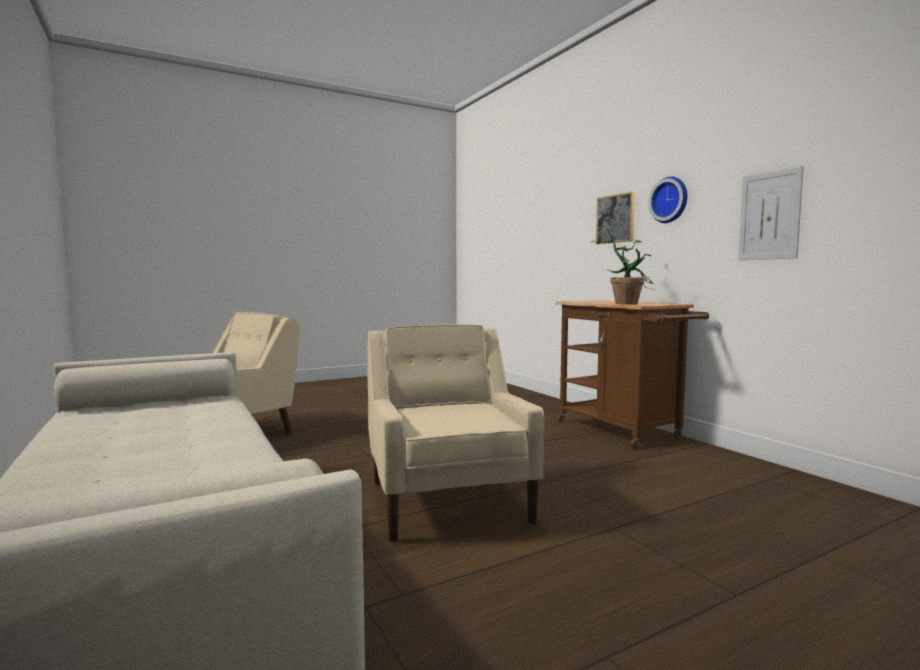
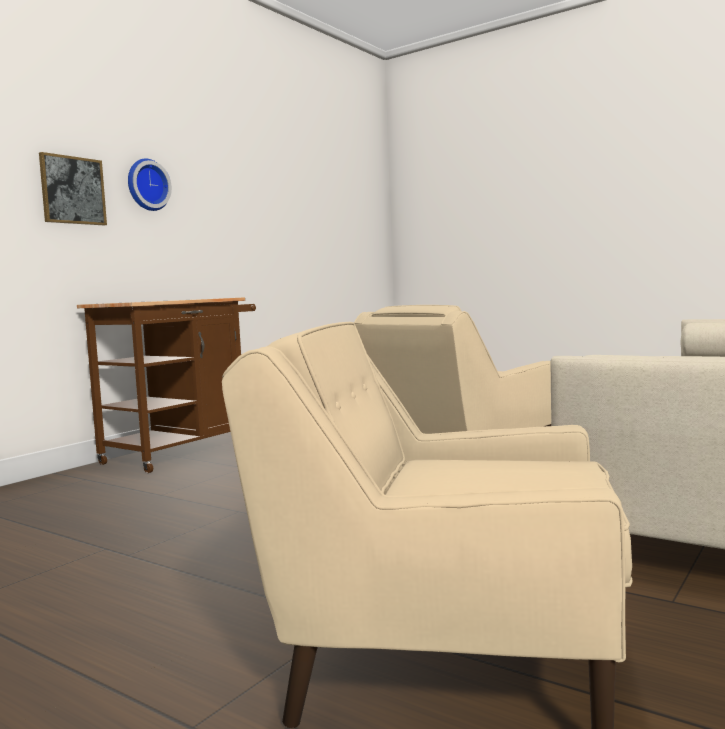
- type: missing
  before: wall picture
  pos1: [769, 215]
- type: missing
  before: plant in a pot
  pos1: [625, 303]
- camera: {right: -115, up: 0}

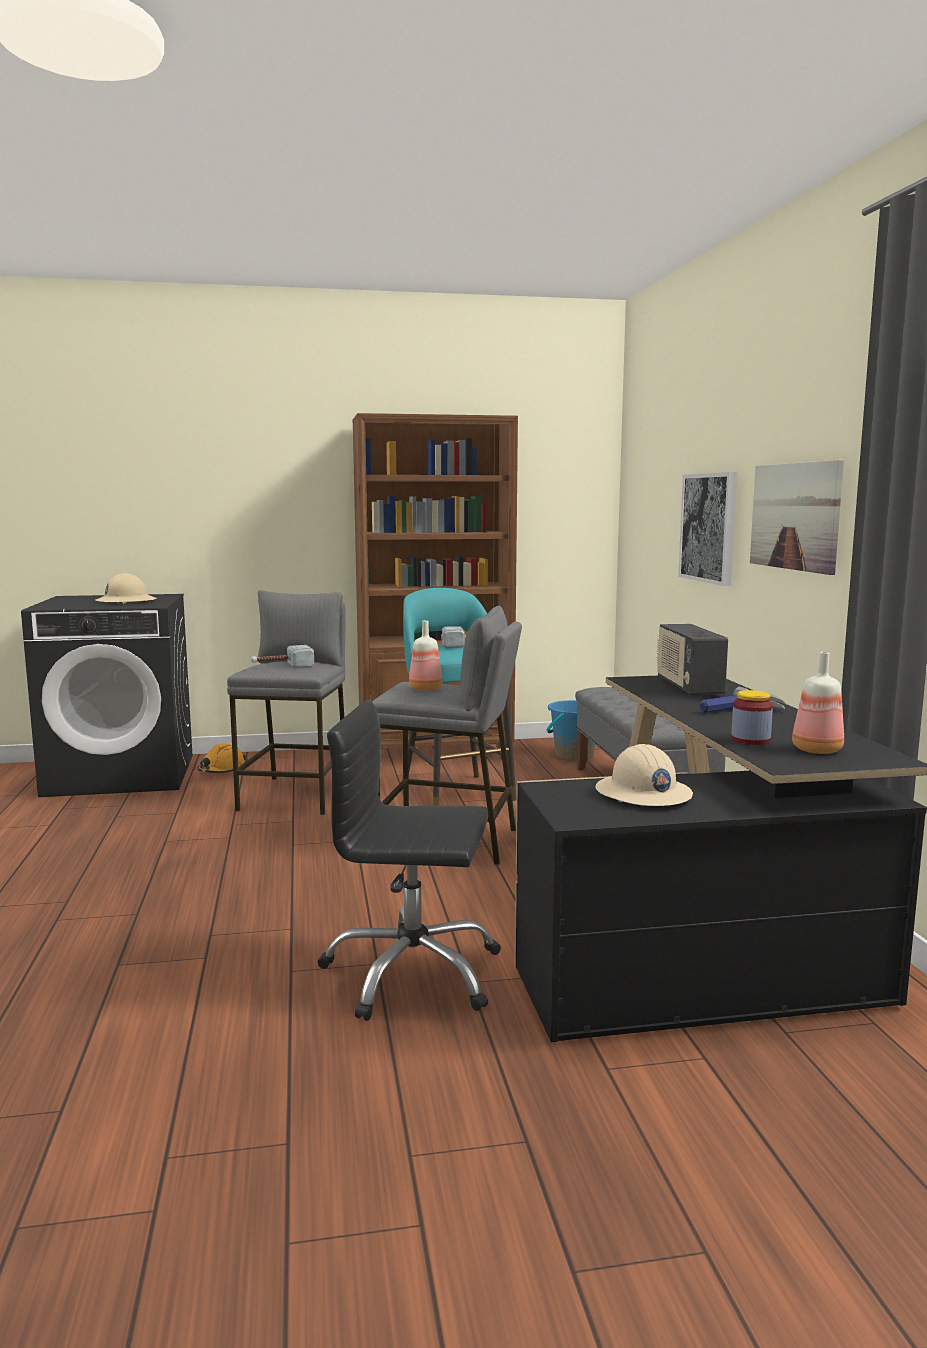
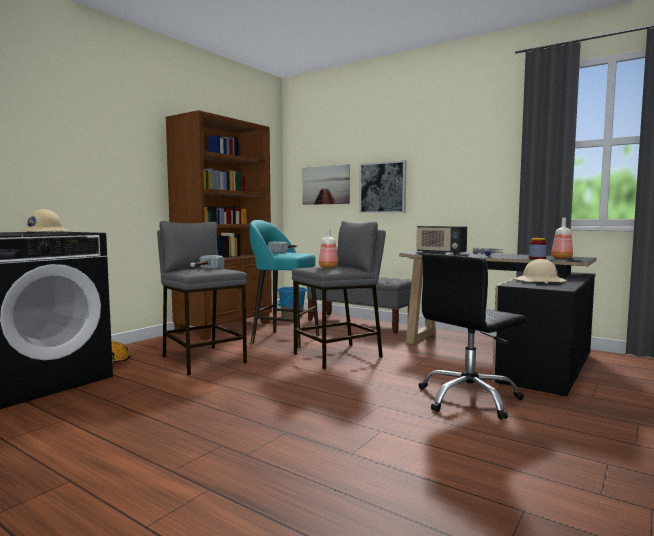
- type: relocated
  before: wall picture
  pos1: [794, 516]
  pos2: [325, 185]
- camera: {right: -45, up: -5}

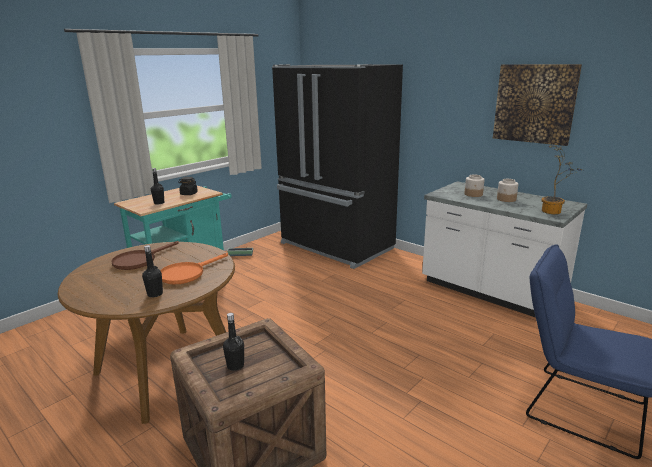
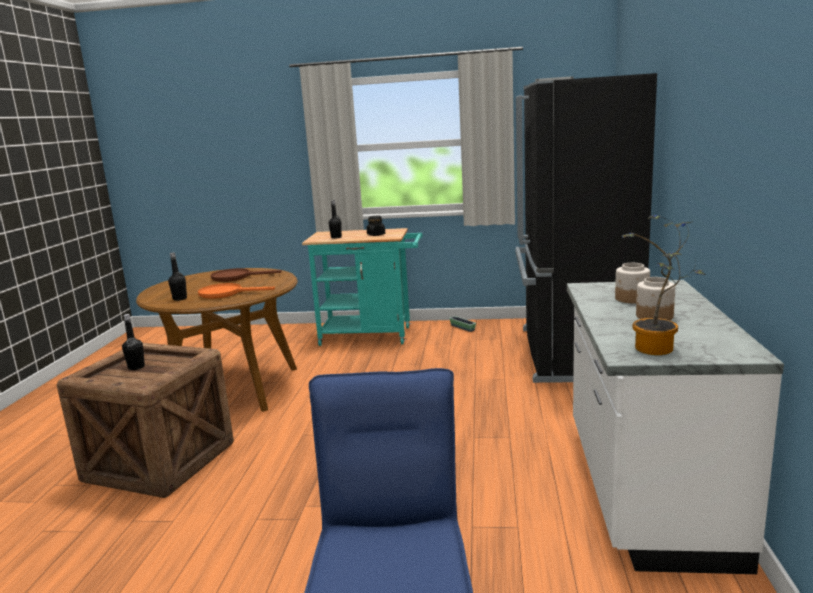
- type: missing
  before: wall picture
  pos1: [534, 104]
- camera: {right: 55, up: -5}

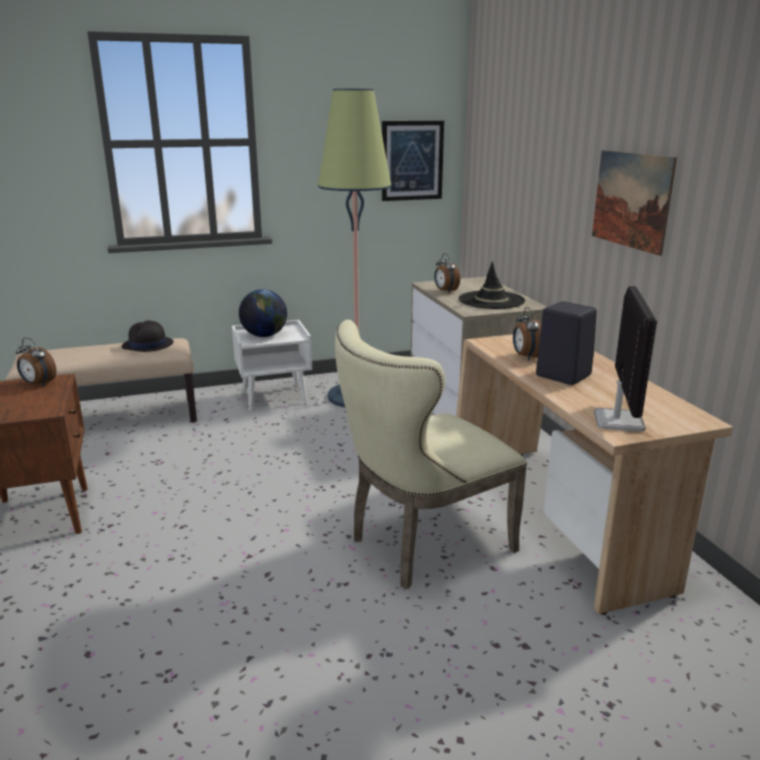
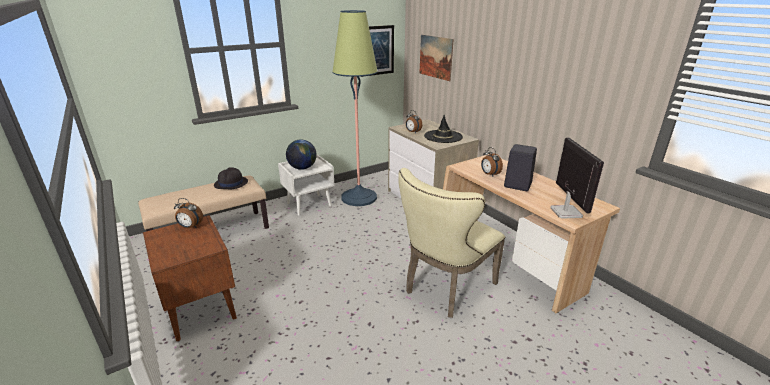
- type: relocated
  before: wall picture
  pos1: [631, 200]
  pos2: [435, 57]
- camera: {right: -15, up: 5}

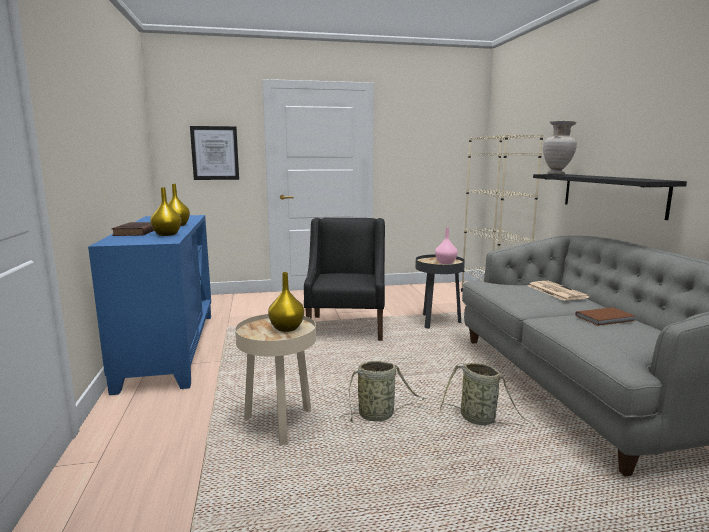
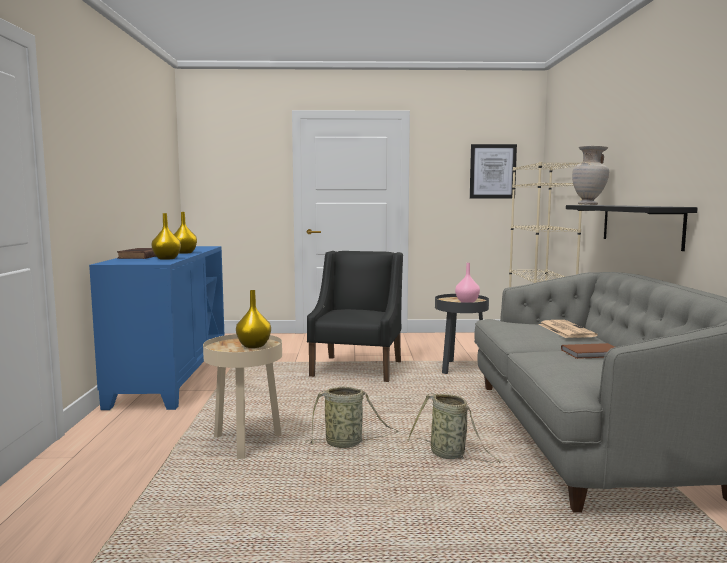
- type: relocated
  before: wall picture
  pos1: [215, 153]
  pos2: [492, 171]
- camera: {right: 10, up: -5}

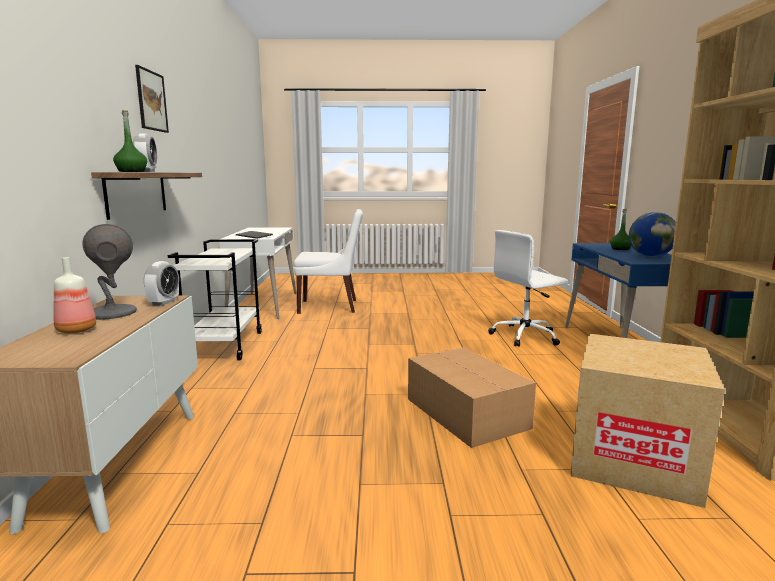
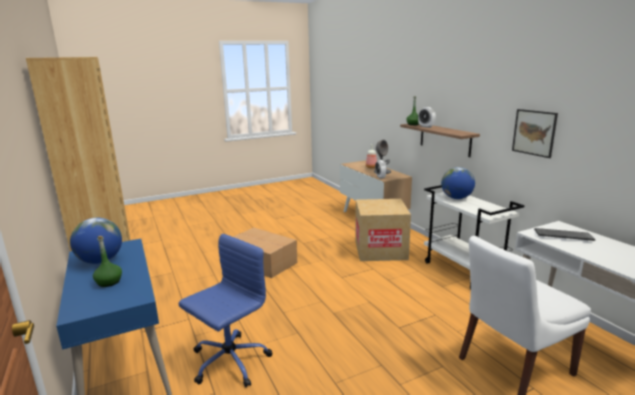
- type: relocated
  before: wall picture
  pos1: [151, 101]
  pos2: [534, 132]
- type: colour
  before: desk chair (whitish)
  after: desk chair (blue-coloured)
  pos1: [525, 336]
  pos2: [229, 362]
- type: relocated
  before: cardboard box
  pos1: [633, 460]
  pos2: [380, 250]
- type: appeared
  after: desk globe
  pos2: [456, 198]
- camera: {right: 155, up: 5}

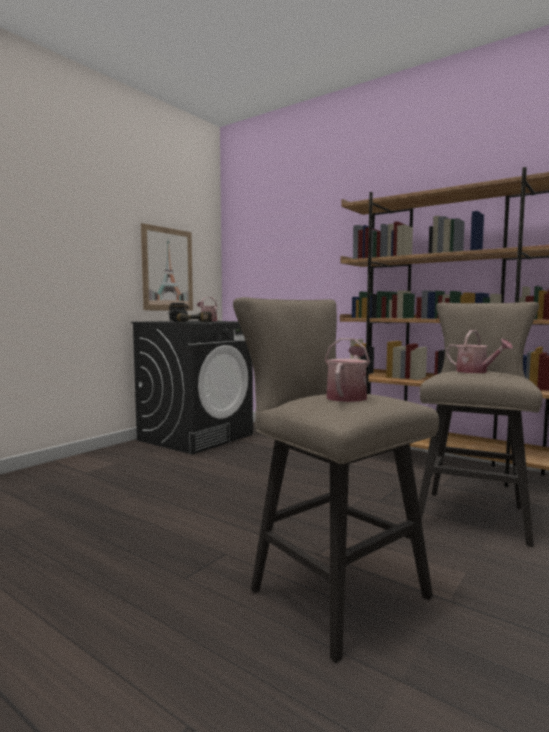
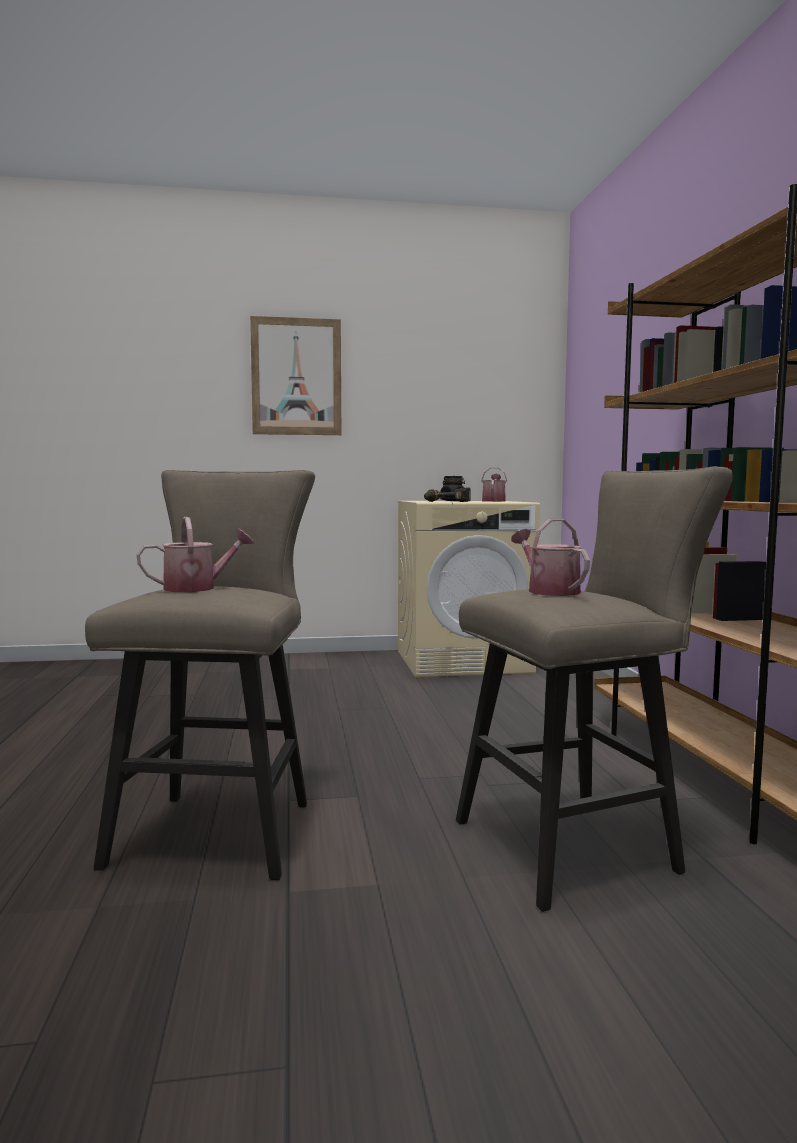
- type: relocated
  before: wall picture
  pos1: [167, 269]
  pos2: [296, 377]
- type: colour
  before: laundry appliance (blackish)
  after: laundry appliance (beige-coloured)
  pos1: [196, 437]
  pos2: [463, 661]
- type: spun
  before: sprinkling can
  pos1: [475, 372]
  pos2: [549, 591]
  turn: 150
- camera: {right: 45, up: 0}

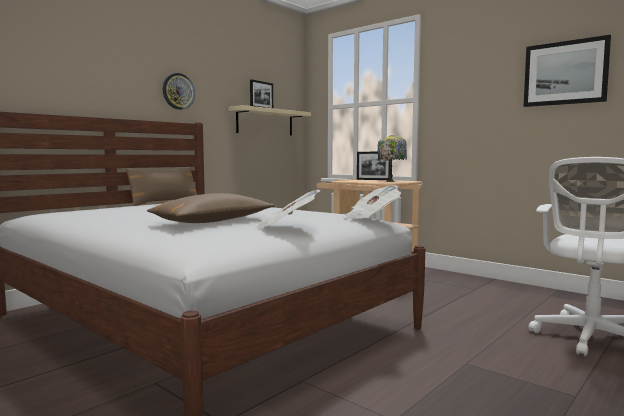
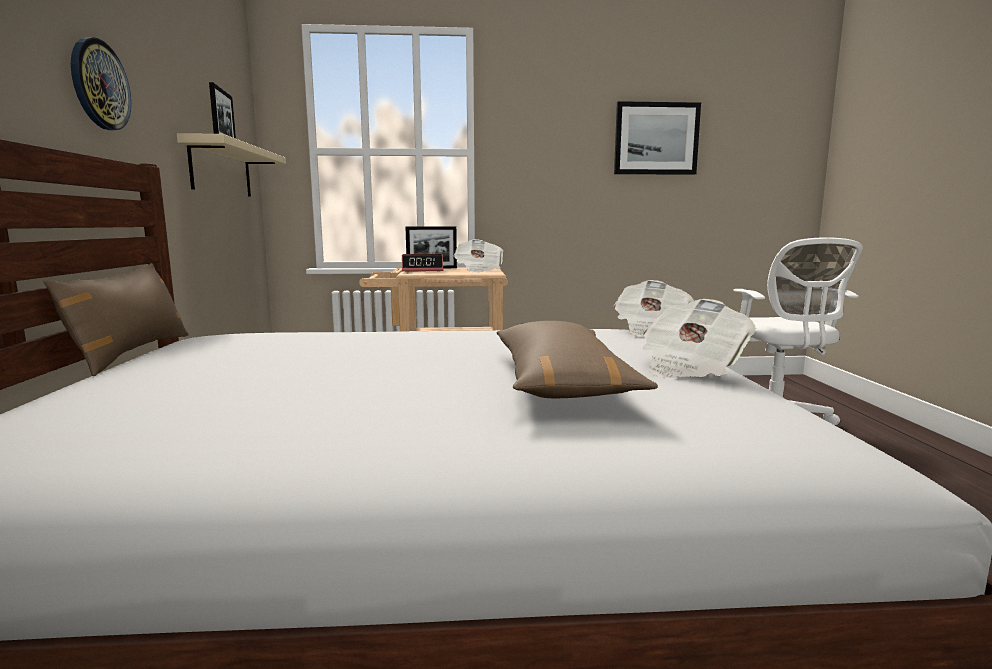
- type: exchanged
  before: table lamp
  after: printed paper
  pos1: [391, 181]
  pos2: [478, 270]
- type: appeared
  after: alarm clock
  pos2: [423, 270]
- camera: {right: -45, up: 5}

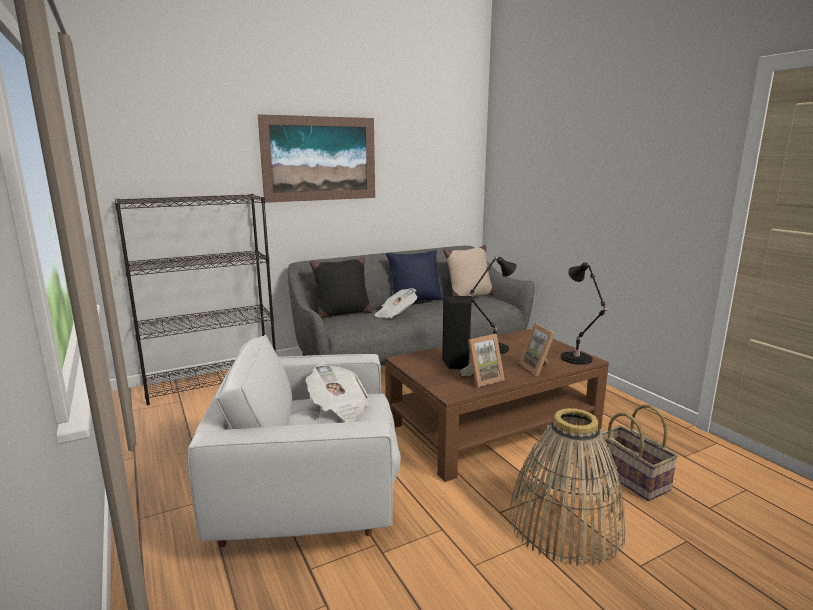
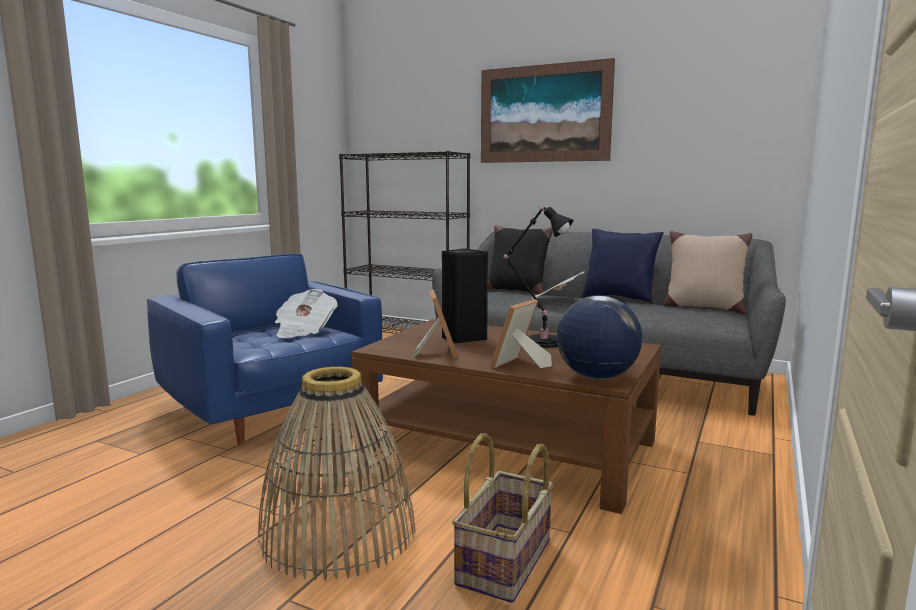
- type: exchanged
  before: table lamp (blackish)
  after: desk globe
  pos1: [578, 359]
  pos2: [596, 377]
- type: spun
  before: picture frame
  pos1: [482, 379]
  pos2: [437, 351]
  turn: -120
- type: colour
  before: armchair (whitish)
  after: armchair (blue-coloured)
  pos1: [310, 498]
  pos2: [273, 410]
- camera: {right: 55, up: -5}

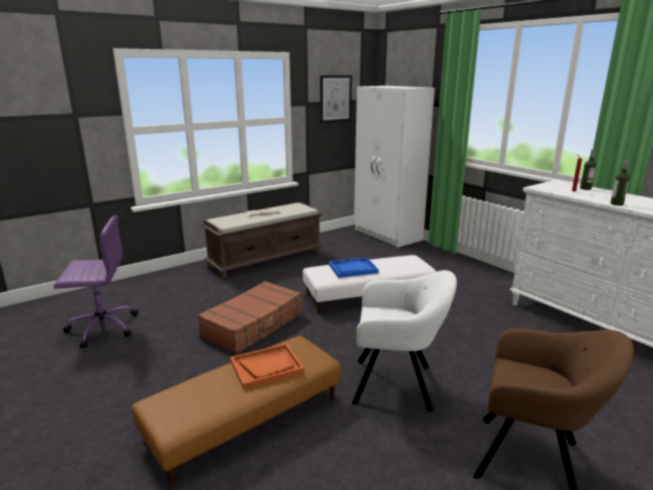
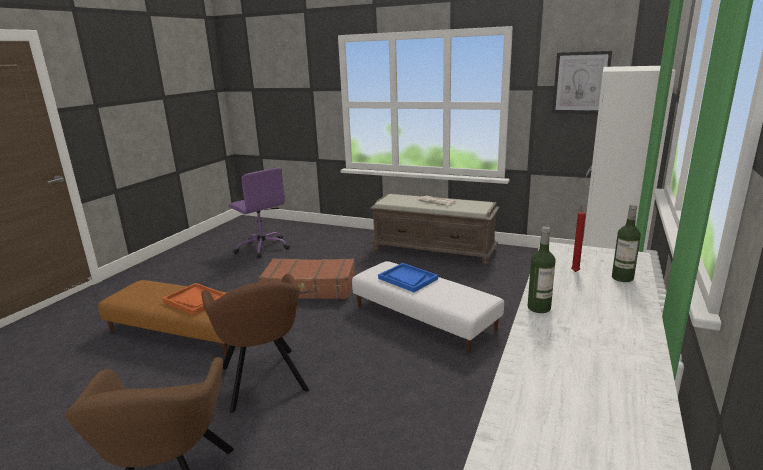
- type: colour
  before: armchair (whitish)
  after: armchair (brown-coloured)
  pos1: [397, 384]
  pos2: [264, 381]
- camera: {right: 60, up: 0}

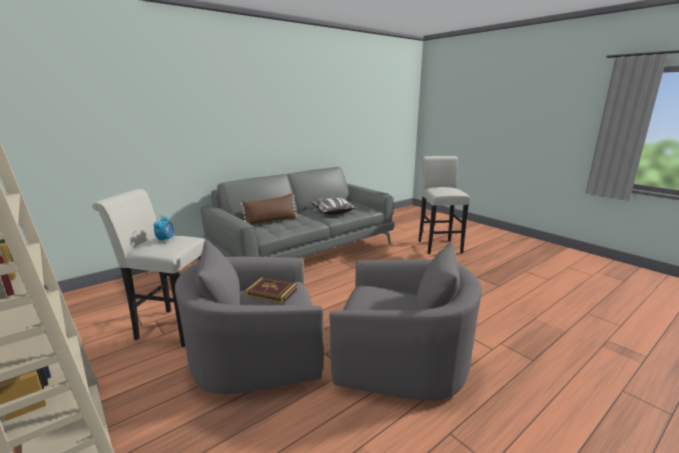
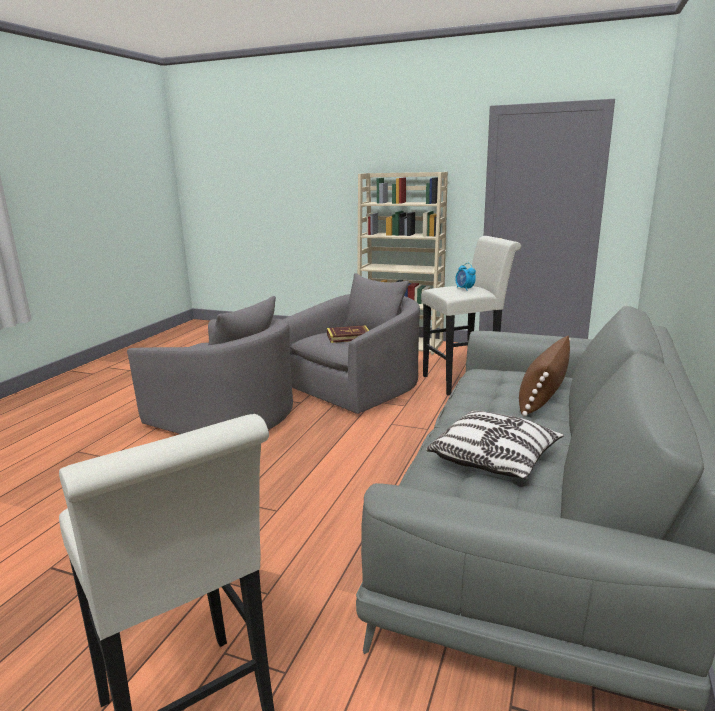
- type: spun
  before: armchair (gray)
  pos1: [400, 359]
  pos2: [225, 416]
  turn: -135
- camera: {right: 150, up: 0}

